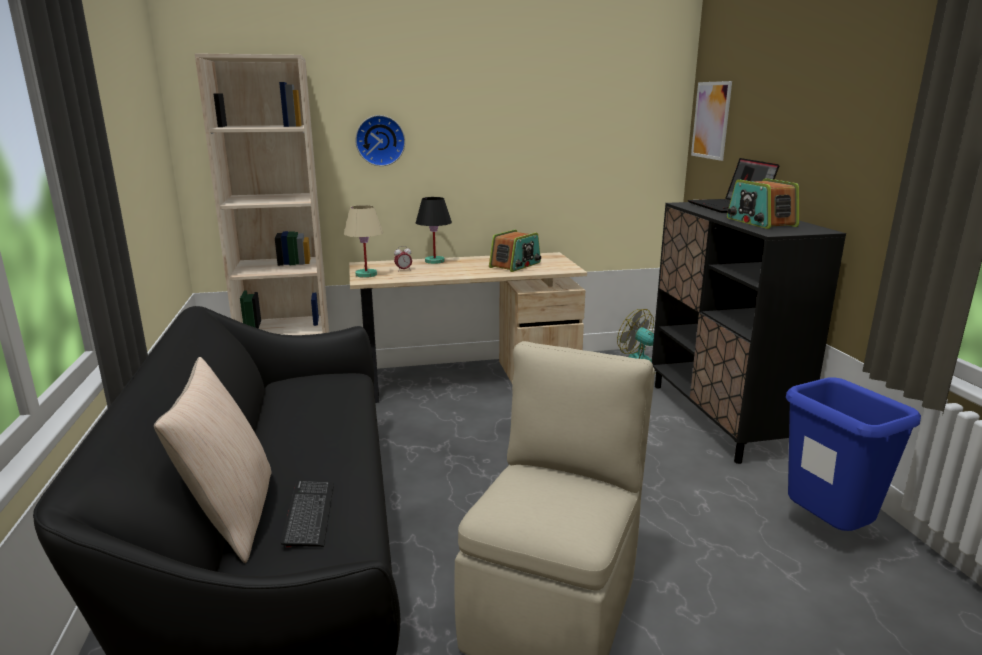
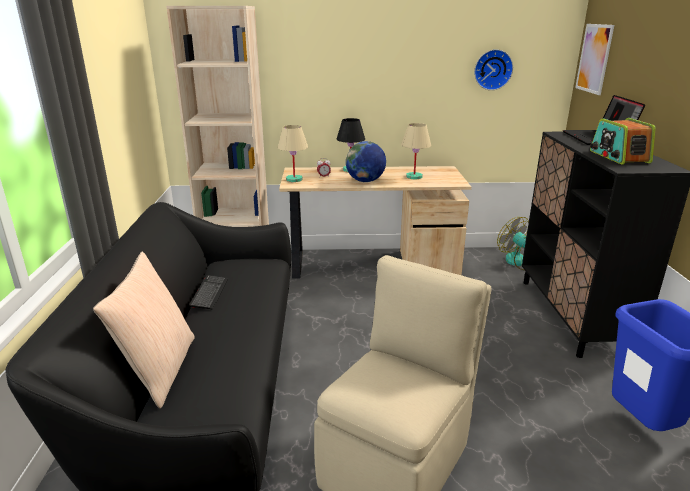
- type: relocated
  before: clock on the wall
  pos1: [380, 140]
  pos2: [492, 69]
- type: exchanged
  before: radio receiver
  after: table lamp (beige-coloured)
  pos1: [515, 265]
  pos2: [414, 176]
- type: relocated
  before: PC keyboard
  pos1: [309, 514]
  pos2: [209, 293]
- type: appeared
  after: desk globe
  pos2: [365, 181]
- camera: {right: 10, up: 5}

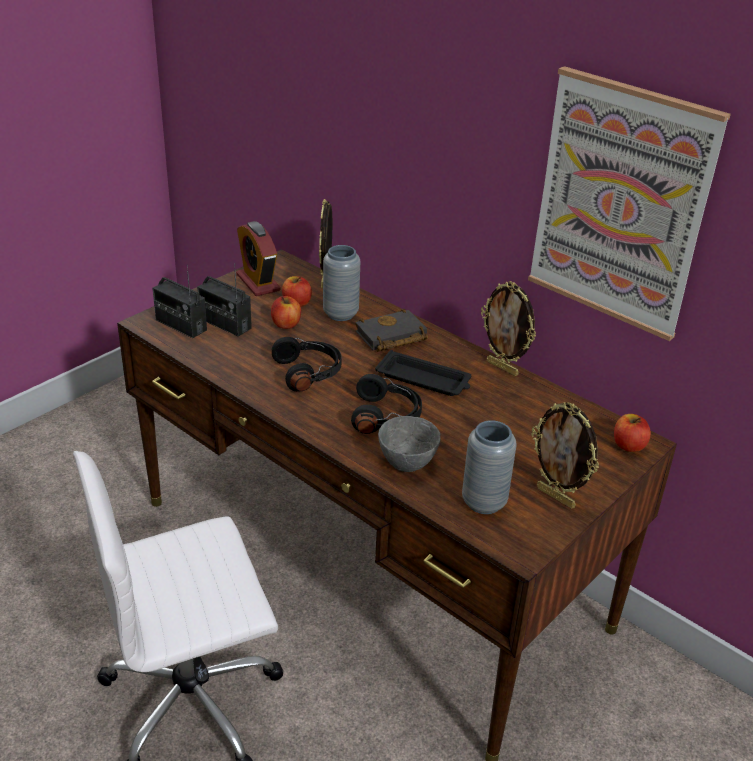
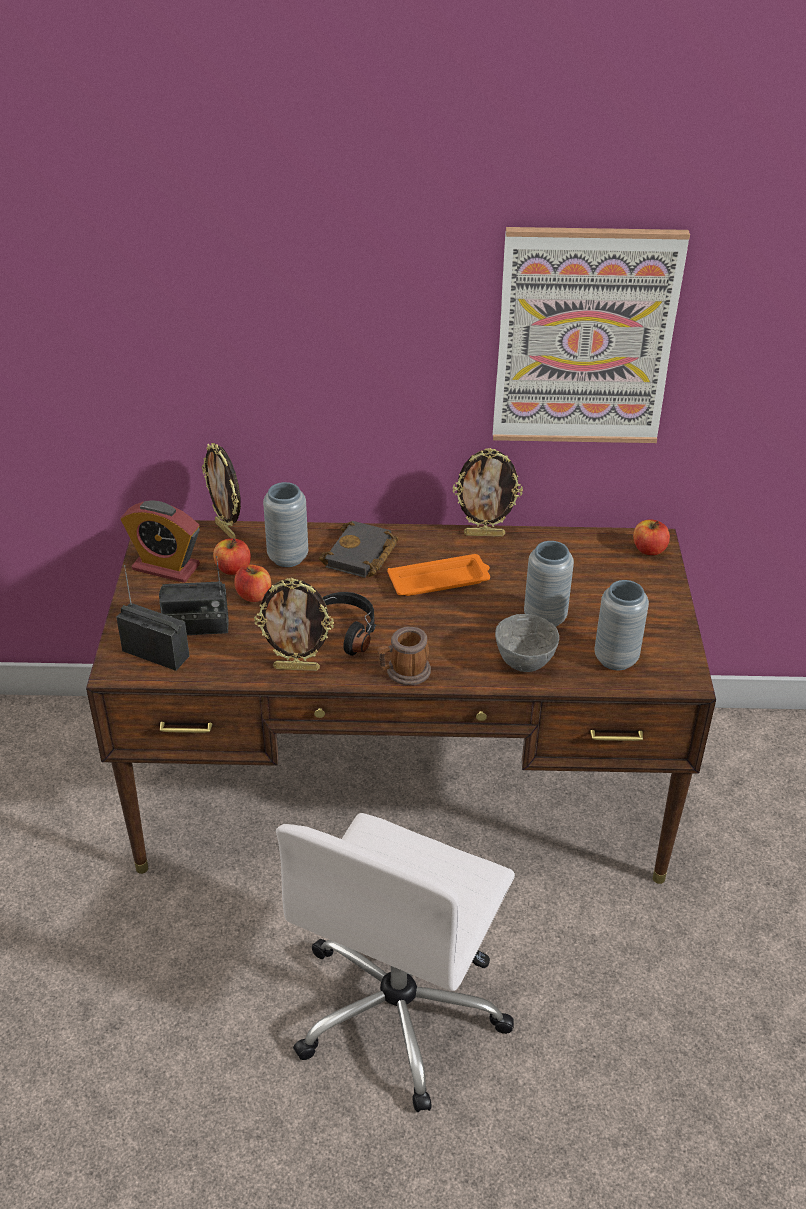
- type: spun
  before: radio receiver
  pos1: [181, 325]
  pos2: [156, 653]
  turn: -150
- type: colour
  before: tray (blackish)
  after: tray (orange)
  pos1: [424, 380]
  pos2: [440, 581]
- type: missing
  before: headphones (blackish)
  pos1: [386, 417]
- type: relocated
  before: picture frame
  pos1: [556, 497]
  pos2: [297, 667]
- type: appeared
  after: decorative vase (gray)
  pos2: [545, 618]
- type: appeared
  after: coffee mug
  pos2: [403, 672]
- camera: {right: -40, up: 5}

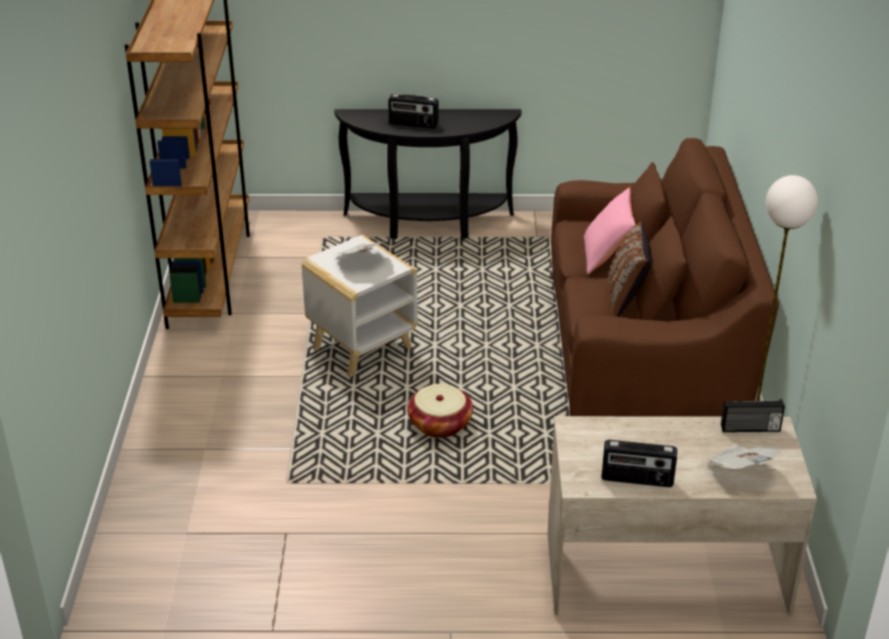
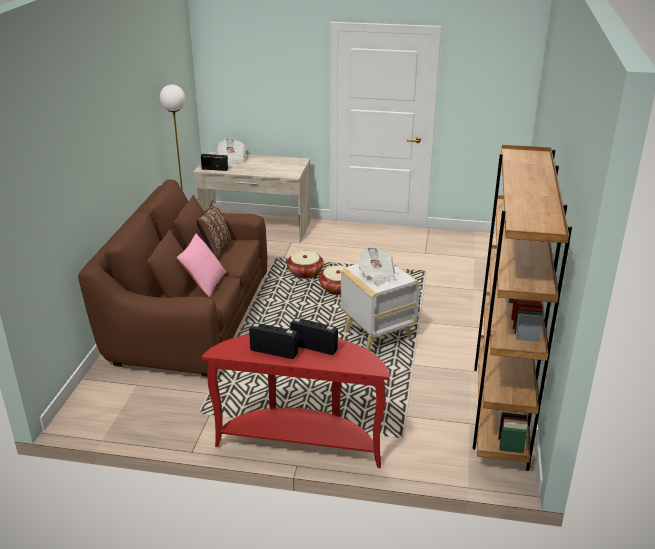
- type: colour
  before: narrow table (blackish)
  after: narrow table (red)
  pos1: [428, 225]
  pos2: [301, 442]
- type: relocated
  before: radio receiver
  pos1: [637, 480]
  pos2: [274, 352]
- type: appeared
  after: storage basket
  pos2: [305, 273]
- camera: {right: -170, up: -5}

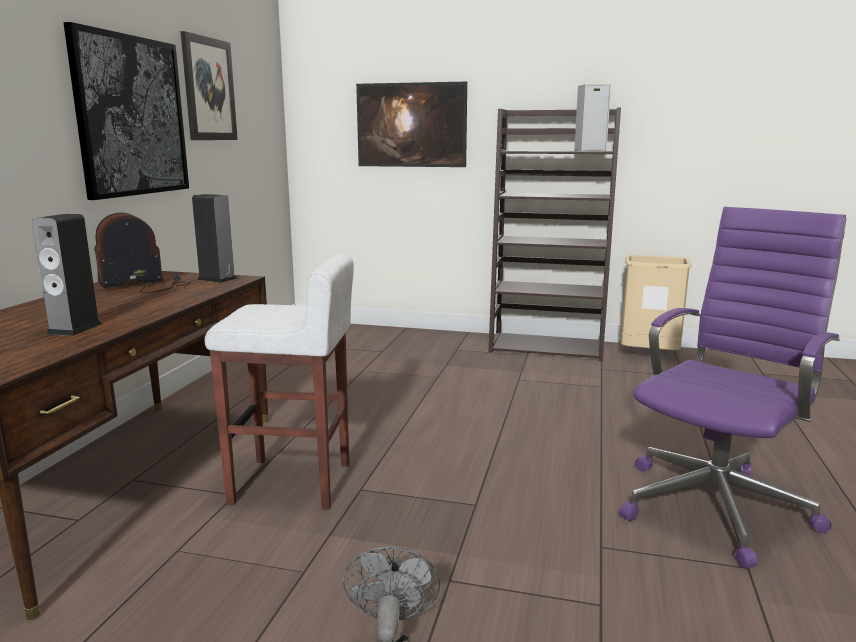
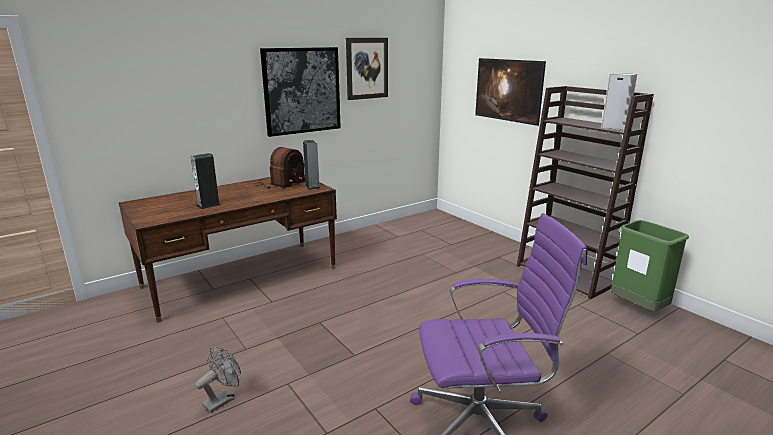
- type: spun
  before: radio receiver
  pos1: [144, 284]
  pos2: [279, 183]
  turn: 120
- type: missing
  before: stool (whitish)
  pos1: [293, 484]
- type: colour
  before: rubbish bin (beige-coloured)
  after: rubbish bin (greenish)
  pos1: [648, 356]
  pos2: [638, 308]
- camera: {right: 40, up: 5}

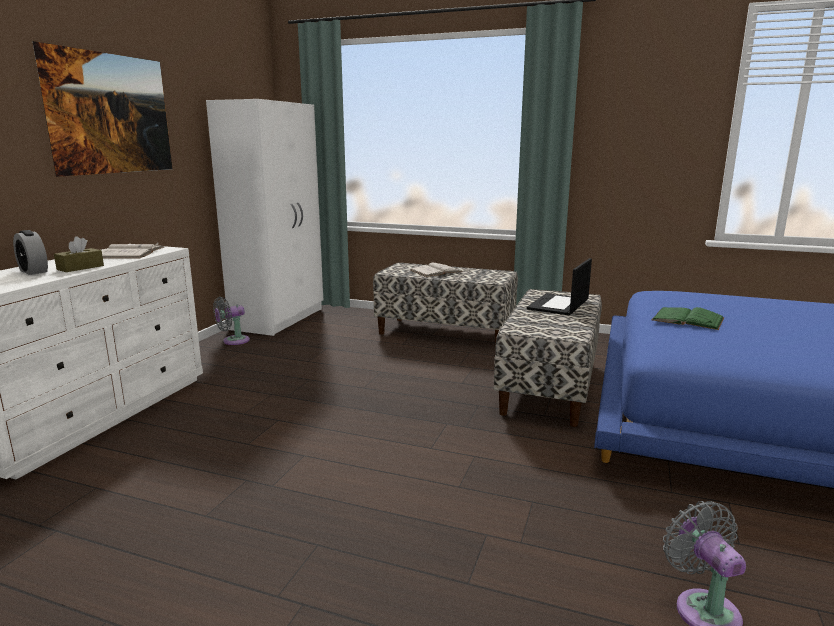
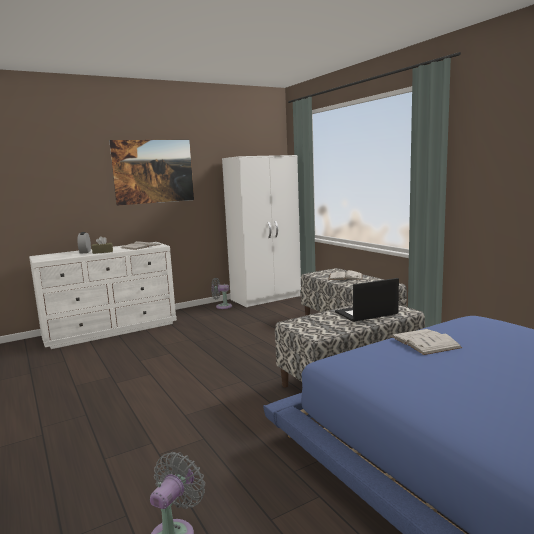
- type: colour
  before: bound book (greenish)
  after: bound book (whitish)
  pos1: [688, 319]
  pos2: [424, 342]
- camera: {right: 40, up: -5}

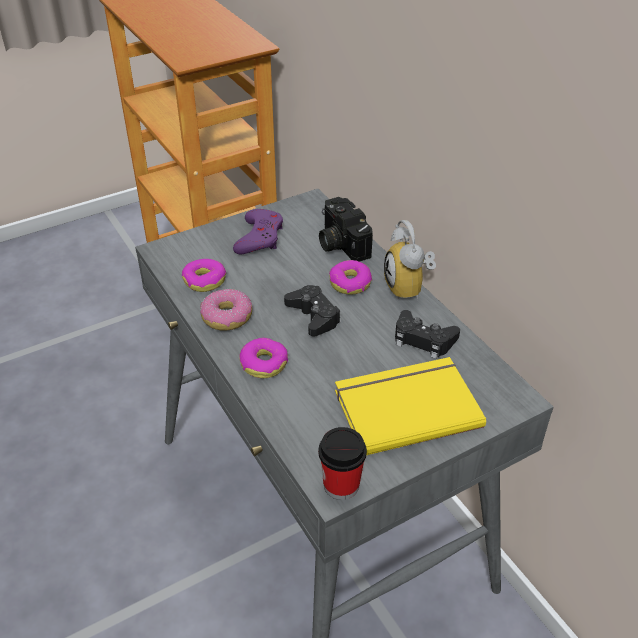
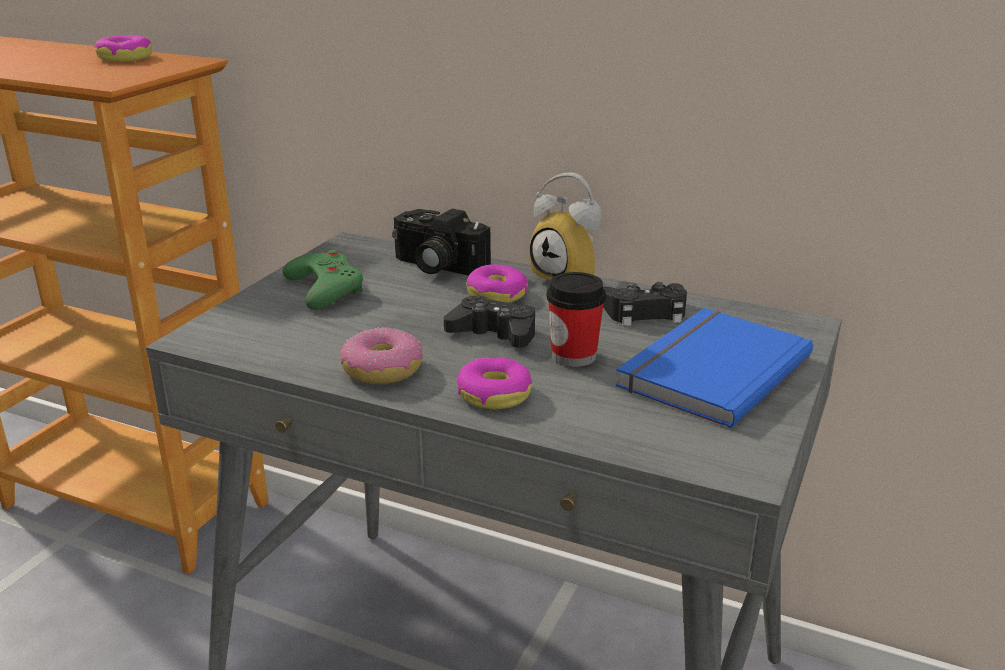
- type: colour
  before: game controller (purple)
  after: game controller (greenish)
  pos1: [259, 237]
  pos2: [325, 288]
- type: relocated
  before: doughnut
  pos1: [205, 280]
  pos2: [126, 58]
- type: colour
  before: bound book (yellow)
  after: bound book (blue-coloured)
  pos1: [405, 406]
  pos2: [709, 370]
- type: relocated
  before: small cup
  pos1: [341, 485]
  pos2: [573, 356]
- camera: {right: -35, up: -15}

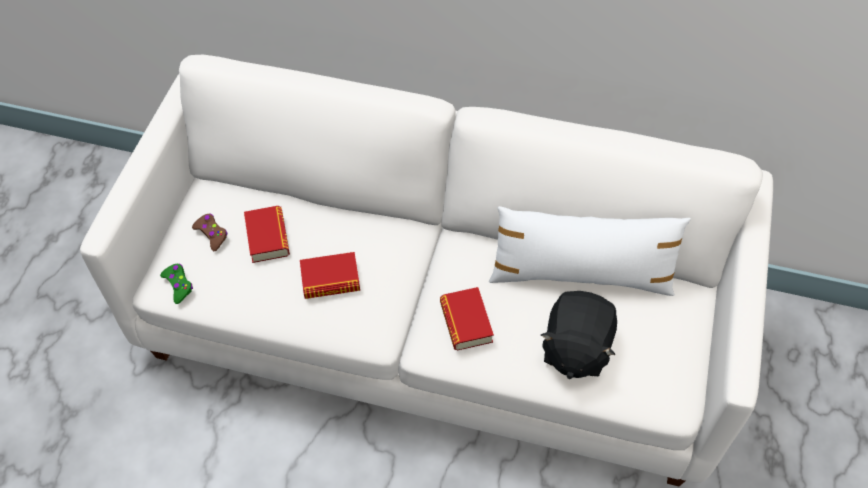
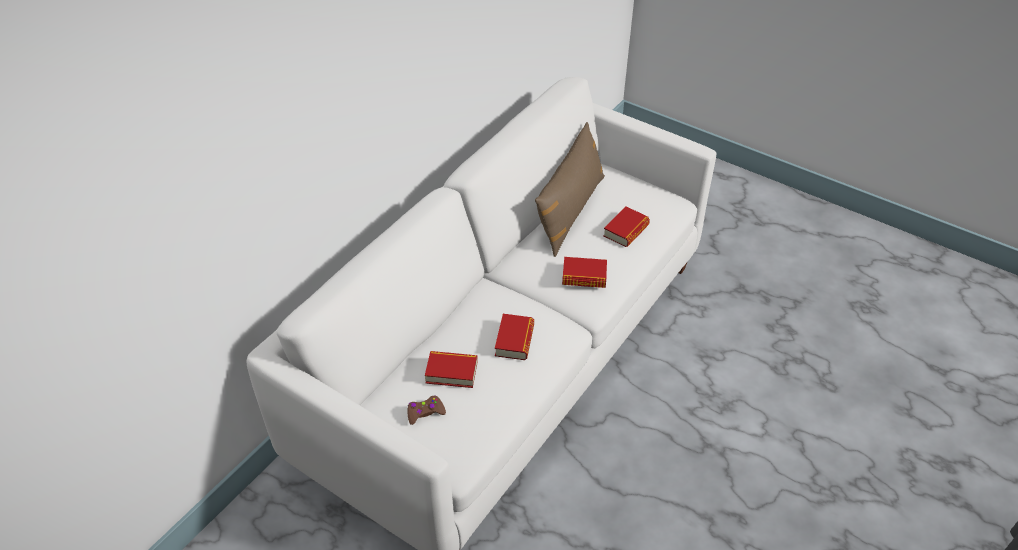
- type: colour
  before: throw pillow (whitish)
  after: throw pillow (brown-coloured)
  pos1: [581, 275]
  pos2: [569, 211]
- type: missing
  before: game controller (greenish)
  pos1: [178, 285]
- type: exchanged
  before: cuddly toy (blackish)
  after: bound book
  pos1: [575, 348]
  pos2: [626, 230]
- camera: {right: -70, up: -10}

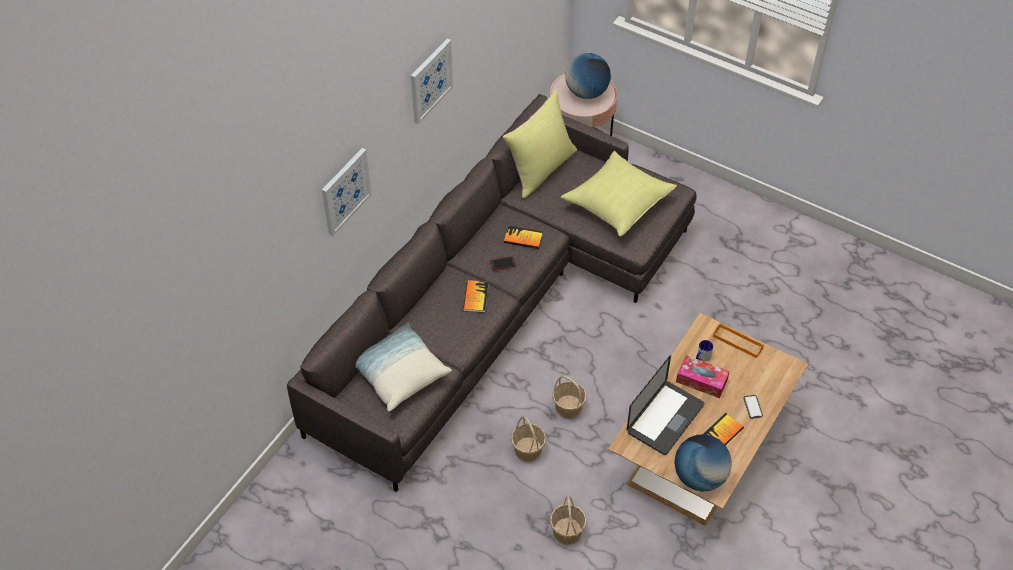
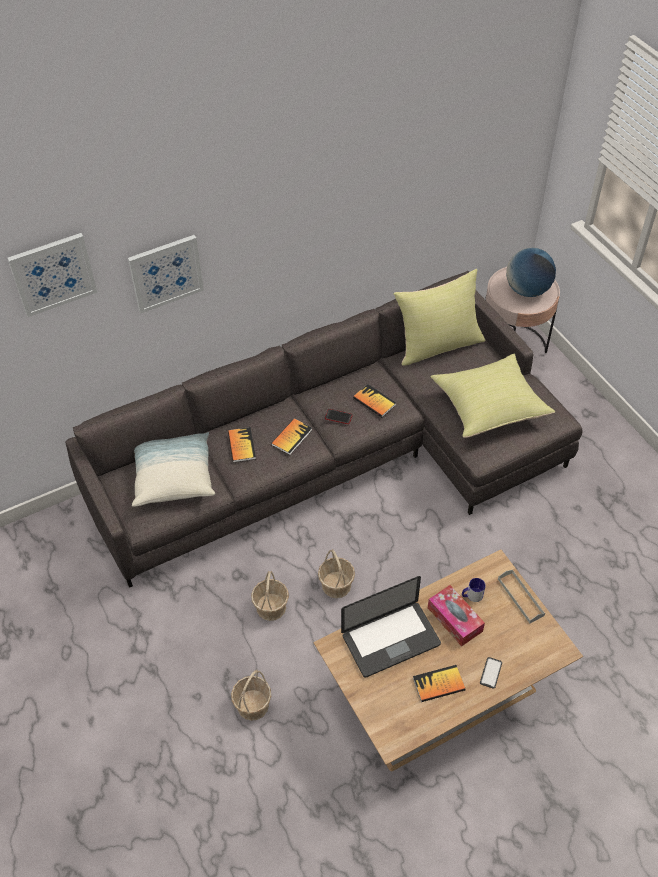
- type: relocated
  before: wall picture
  pos1: [430, 80]
  pos2: [53, 274]
- type: colour
  before: tray (orange)
  after: tray (gray)
  pos1: [738, 342]
  pos2: [520, 597]
- type: missing
  before: desk globe
  pos1: [699, 477]
- type: appeared
  after: bound book
  pos2: [241, 445]
- camera: {right: 30, up: 0}

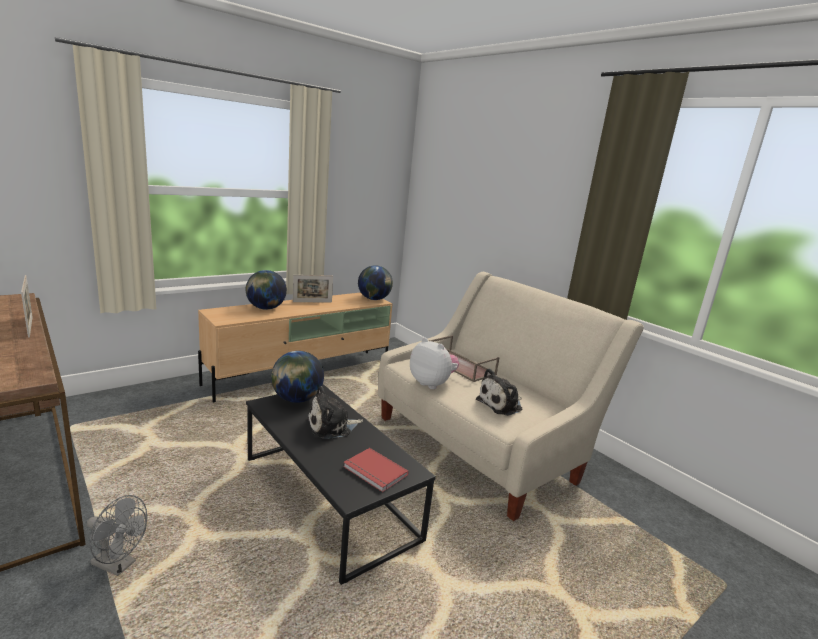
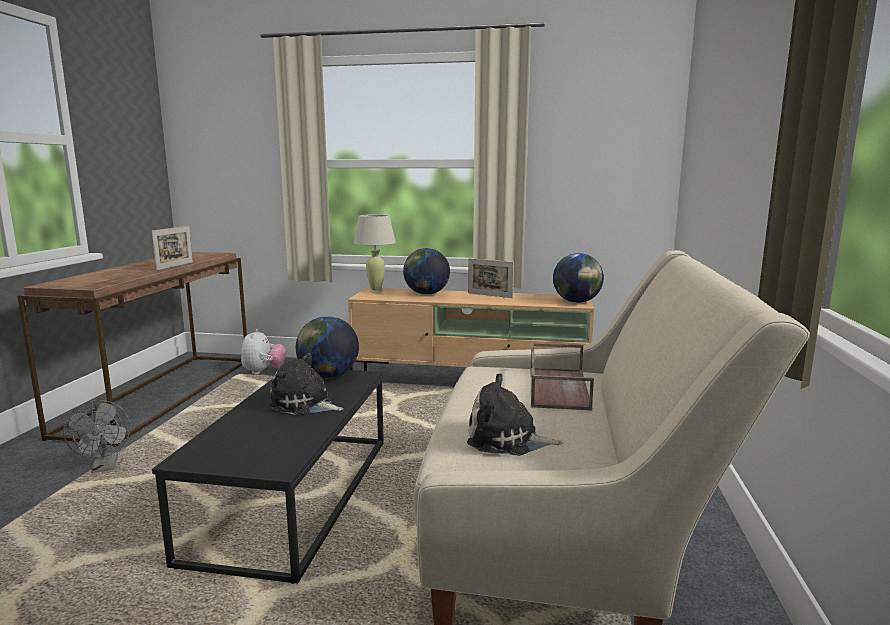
- type: relocated
  before: cuddly toy
  pos1: [432, 383]
  pos2: [263, 372]
- type: missing
  before: bound book (red)
  pos1: [374, 472]
- type: appeared
  after: table lamp (beige-coloured)
  pos2: [375, 291]
- camera: {right: 50, up: -5}

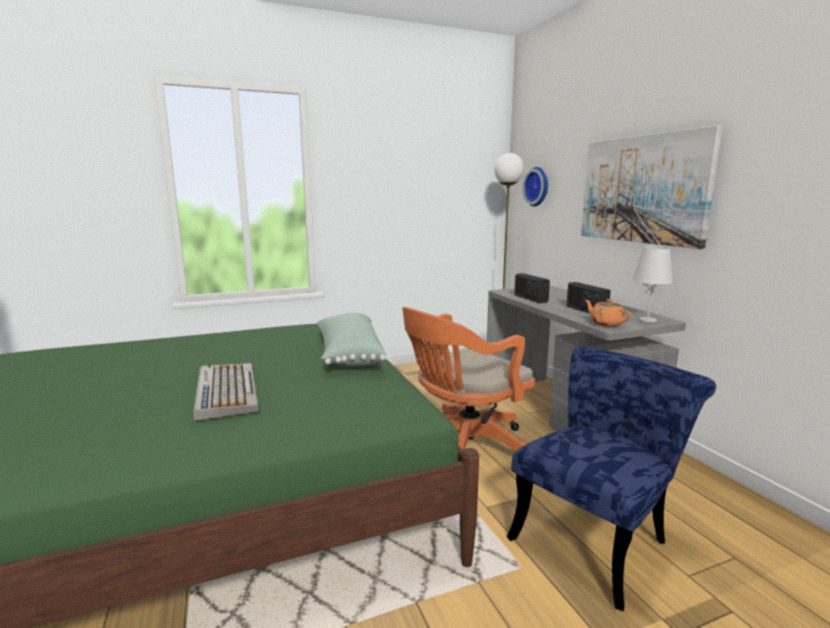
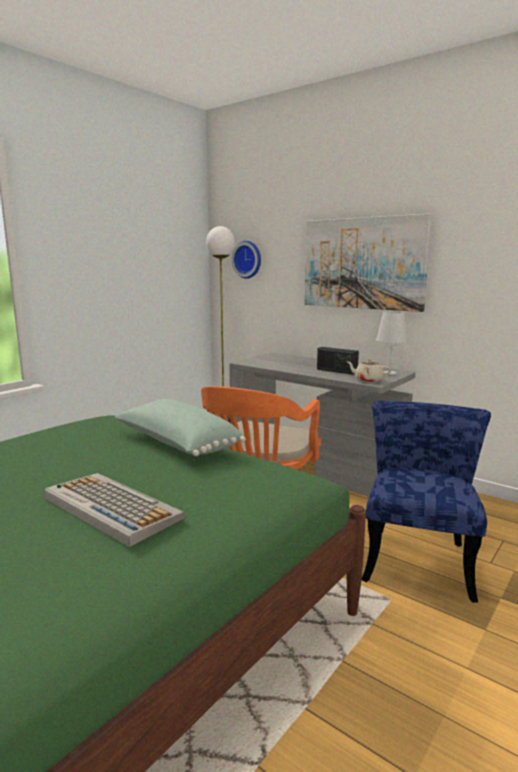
- type: missing
  before: radio receiver
  pos1: [530, 298]
- type: colour
  before: tea pot (orange)
  after: tea pot (beige-coloured)
  pos1: [605, 324]
  pos2: [367, 380]
- camera: {right: -30, up: 0}

